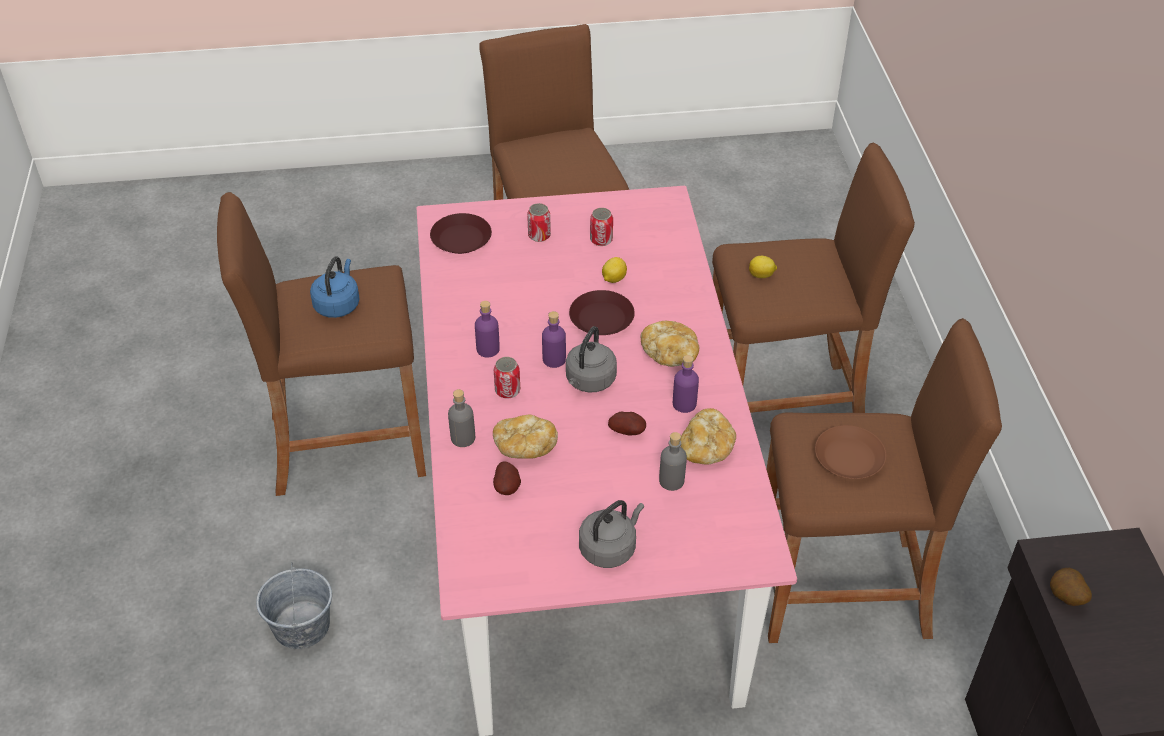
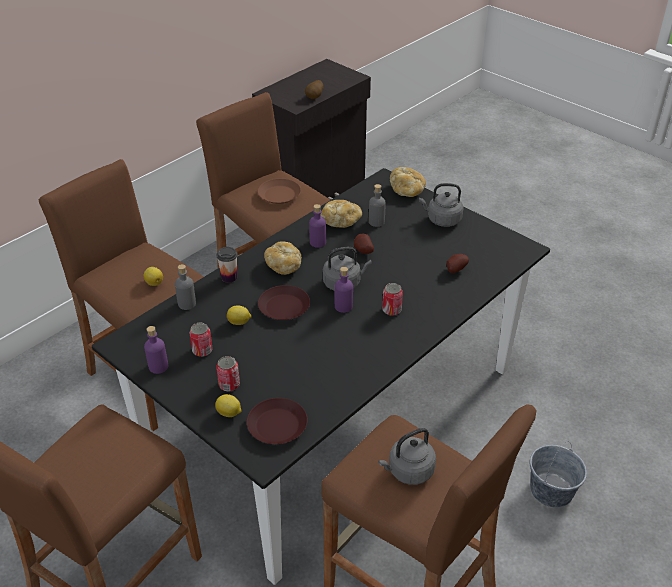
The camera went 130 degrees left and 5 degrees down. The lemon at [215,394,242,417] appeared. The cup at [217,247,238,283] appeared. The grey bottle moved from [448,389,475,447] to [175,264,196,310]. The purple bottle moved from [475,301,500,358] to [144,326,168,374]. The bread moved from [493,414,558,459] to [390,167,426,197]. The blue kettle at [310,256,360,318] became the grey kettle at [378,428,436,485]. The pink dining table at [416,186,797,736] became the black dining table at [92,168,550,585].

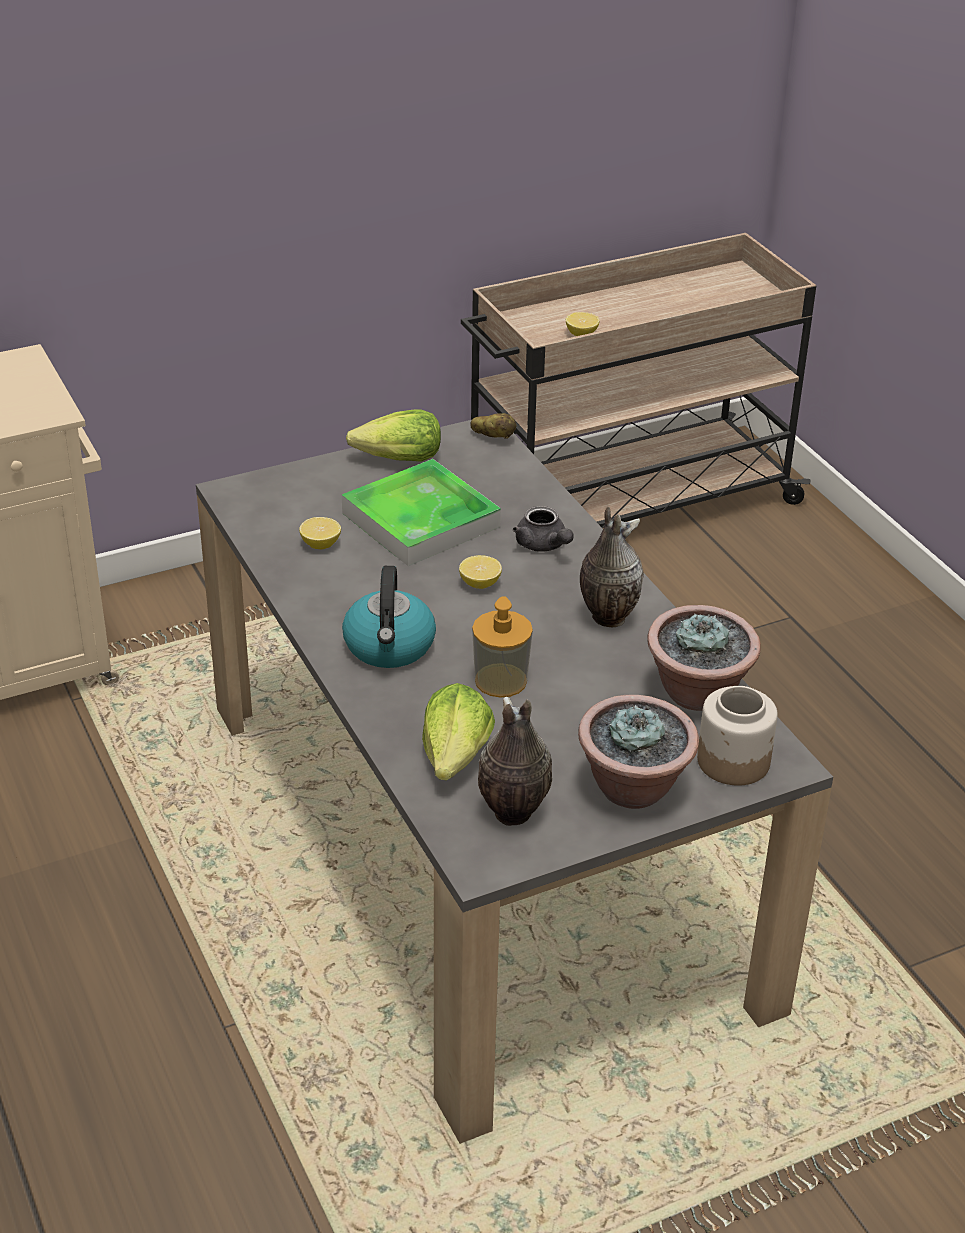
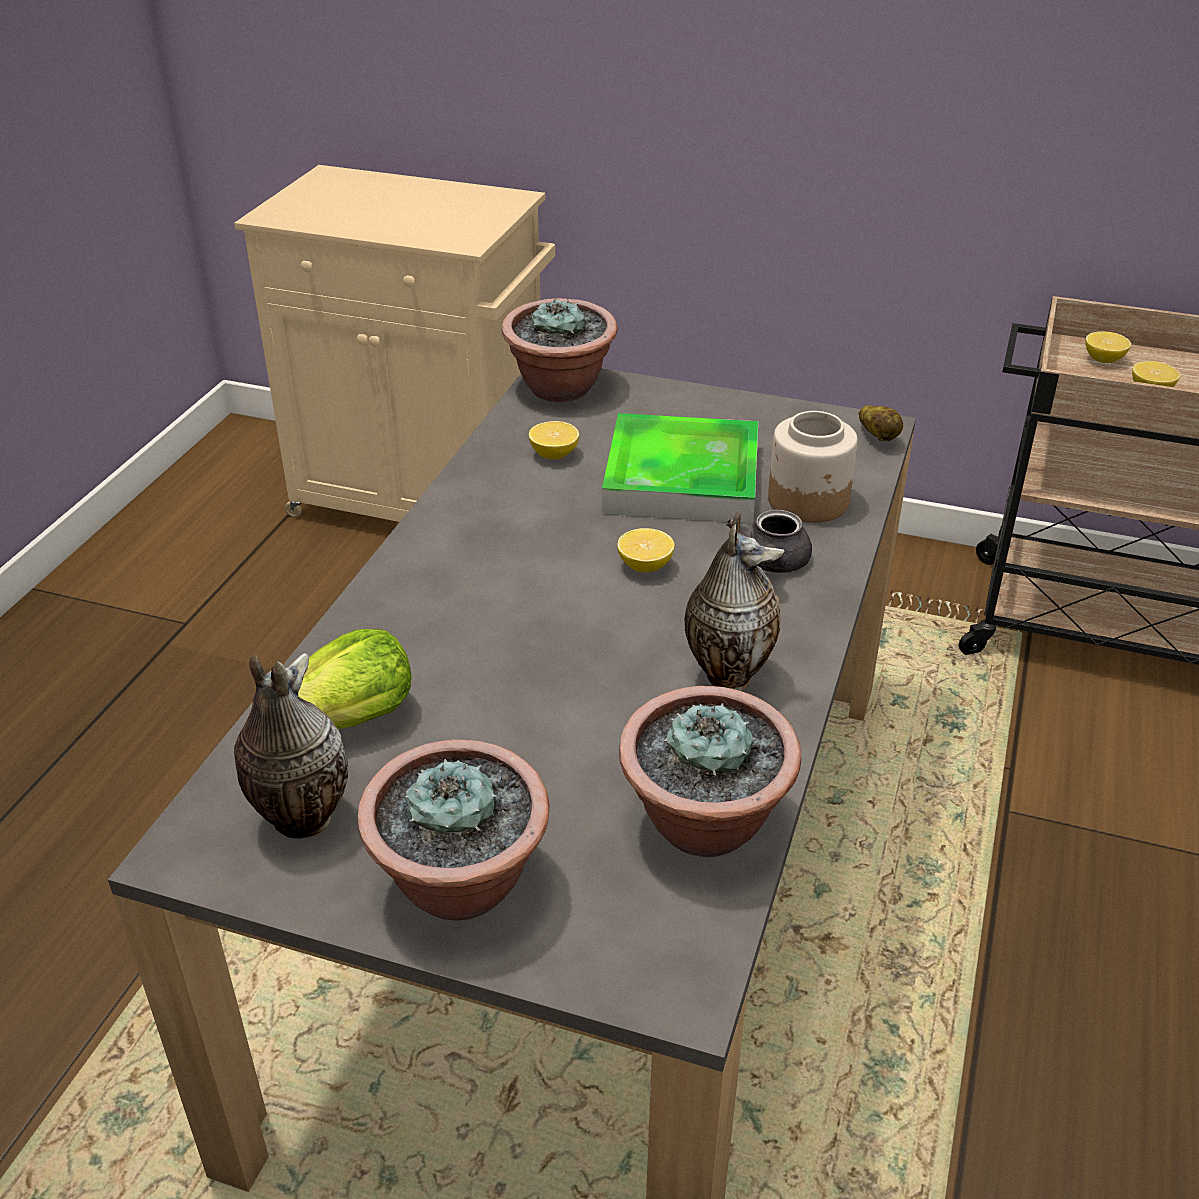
The camera went 45 degrees right and 0 degrees up. The kettle at [342,566,436,668] disappeared. The lettuce at [346,409,441,462] disappeared. The soap dispenser at [472,596,533,698] disappeared. The potted plant at [502,298,618,402] appeared. The lemon at [1085,331,1131,363] appeared. The jar moved from [697,686,778,786] to [768,411,858,523].

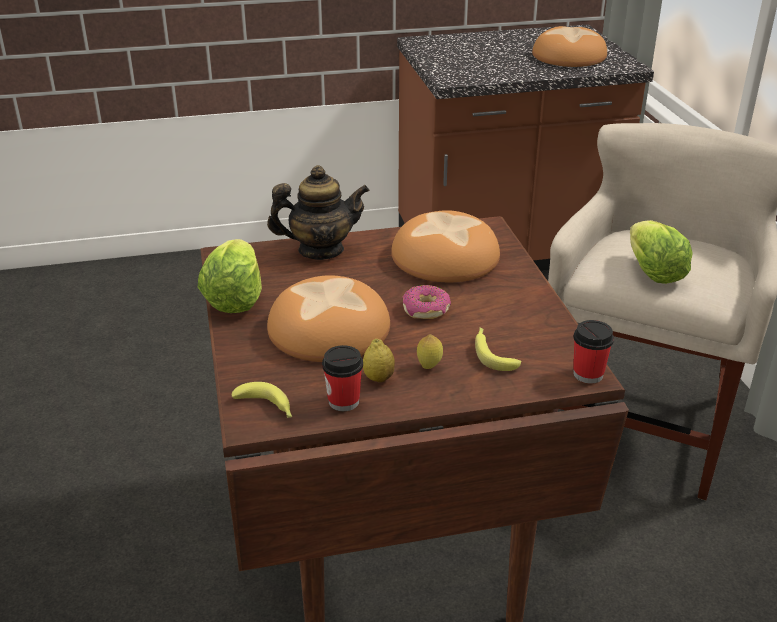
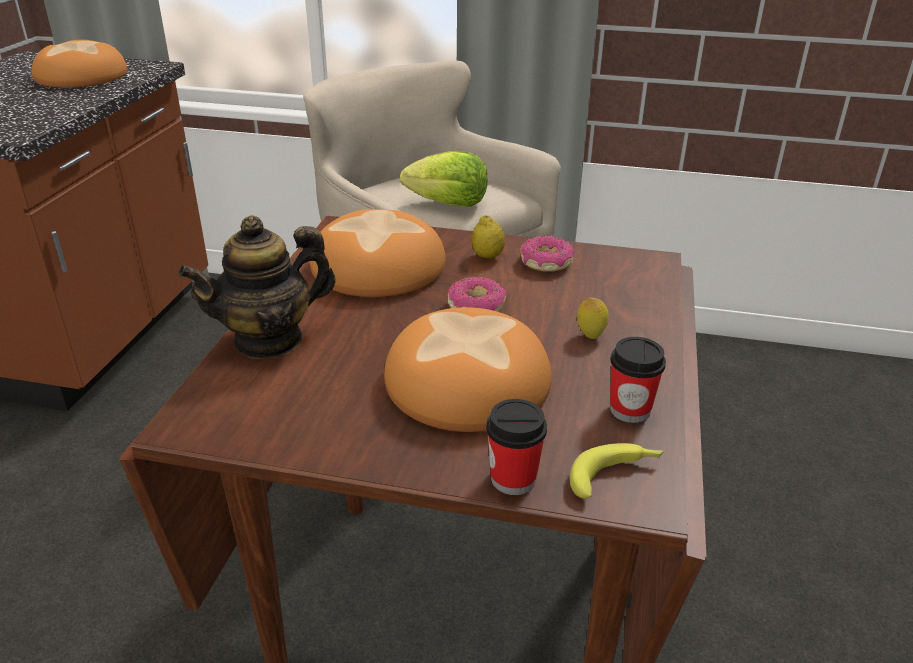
The camera went 65 degrees left and 0 degrees up. The lettuce at [198,239,262,313] disappeared. The banana at [475,327,522,371] disappeared. The donut at [520,236,574,272] appeared. The lemon moved from [363,339,395,382] to [472,215,505,259]. The cup moved from [573,320,614,384] to [486,399,547,495]. The teapot at [267,165,369,260] turned 135 degrees counterclockwise.

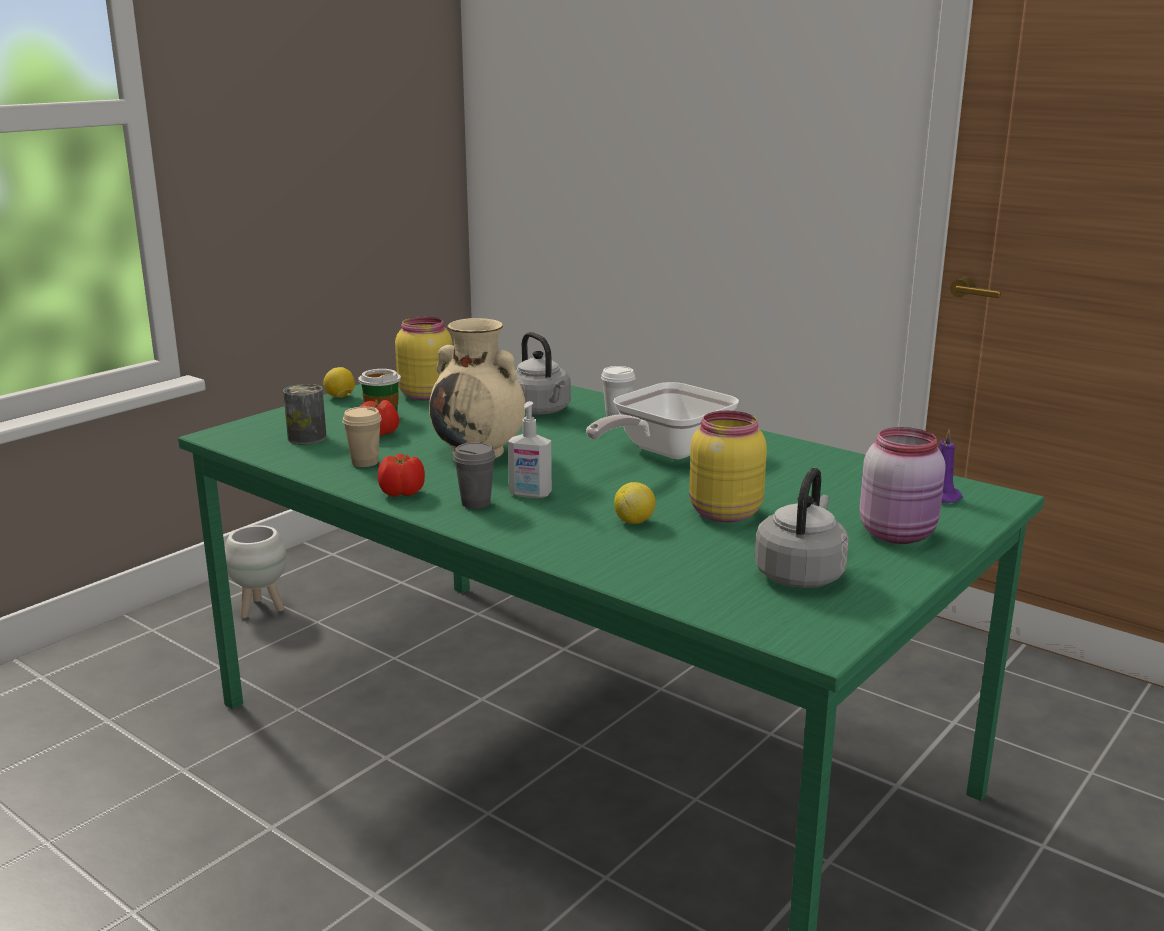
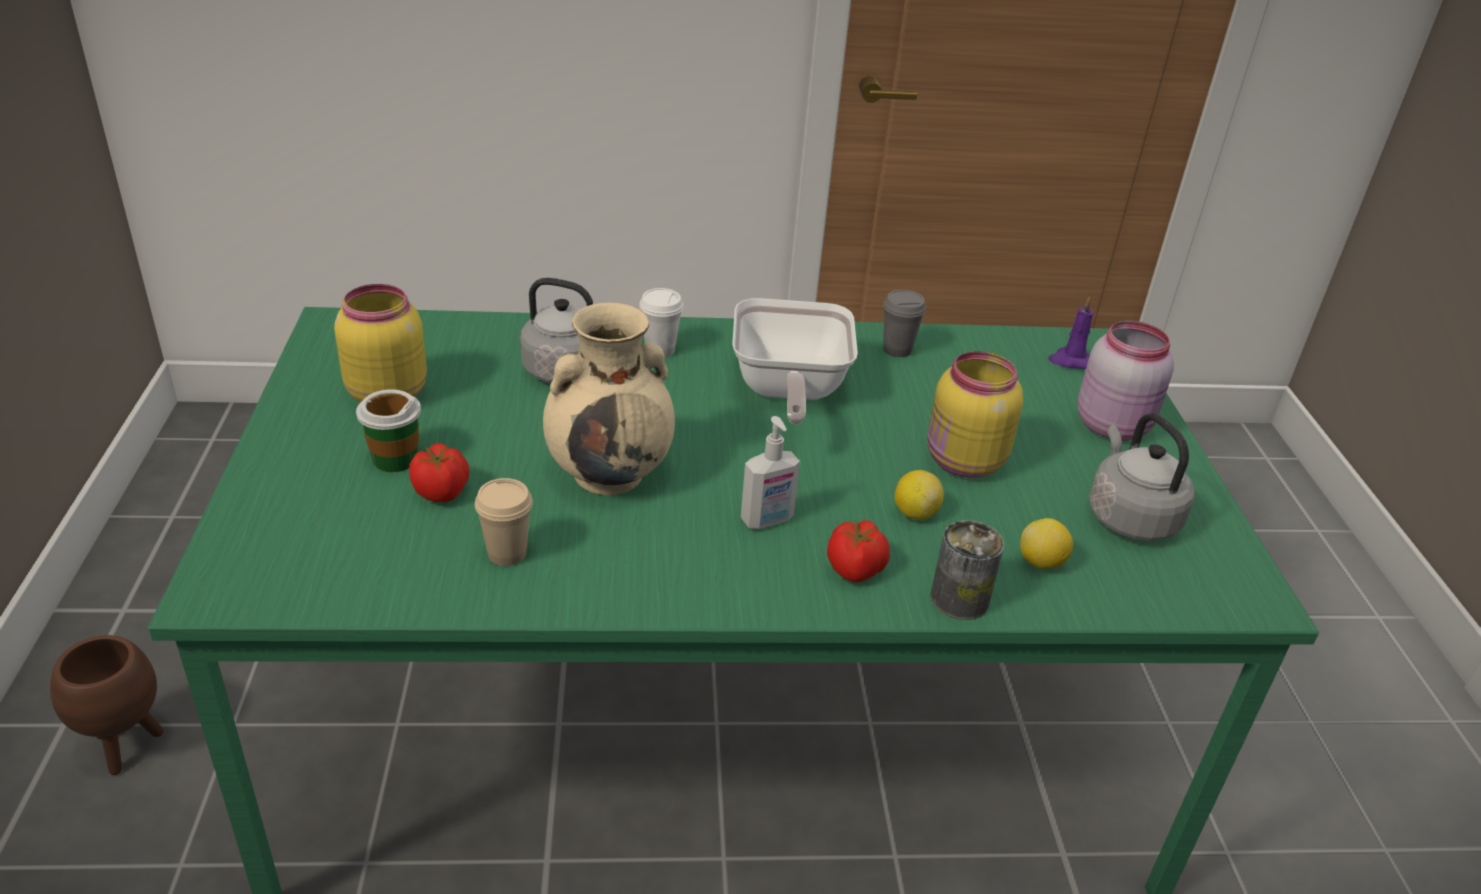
The camera went 45 degrees left and 15 degrees up. The can moved from [283,384,327,444] to [931,520,1004,620]. The lemon moved from [323,367,355,398] to [1020,518,1073,569]. The tomato moved from [378,454,425,497] to [827,519,890,582]. The grey cup moved from [453,442,496,509] to [883,290,926,357]. The white planter at [225,525,287,618] became the brown planter at [50,635,164,775].

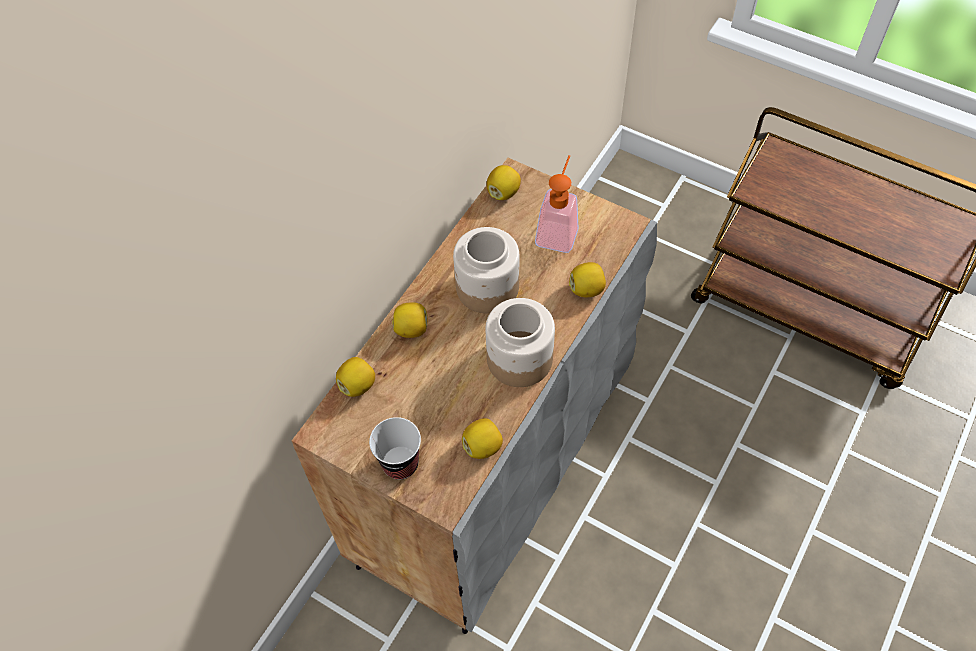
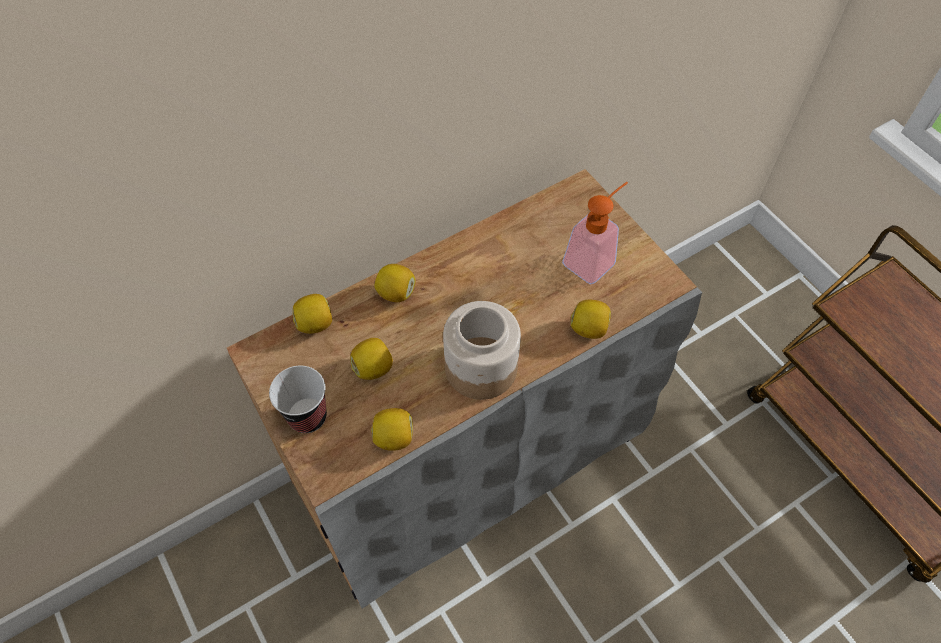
The camera went 25 degrees right and 0 degrees up. The jar at [453,227,519,314] disappeared. The lemon moved from [487,165,521,200] to [350,338,393,380].

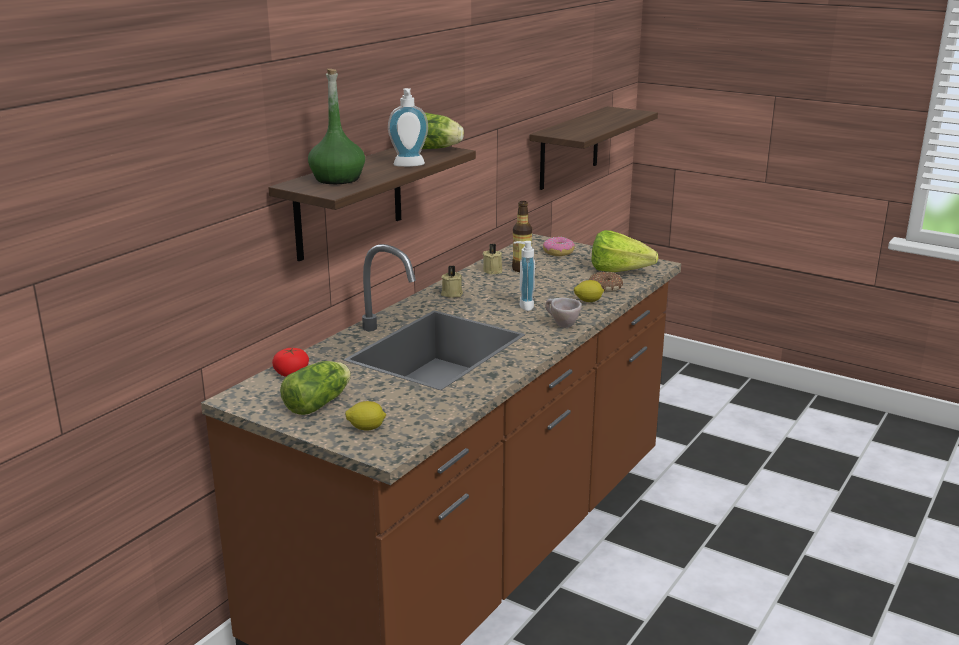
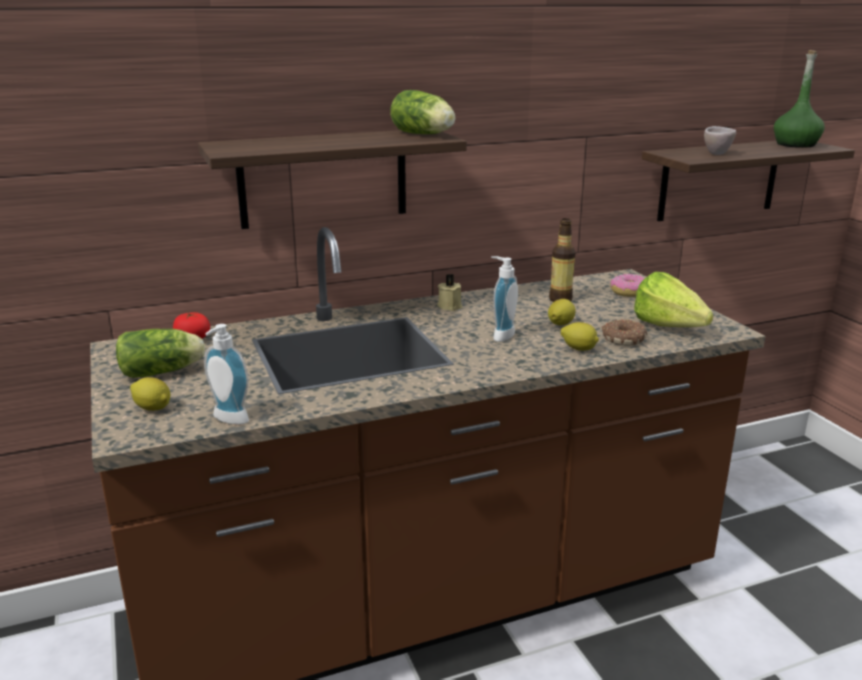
The camera went 35 degrees right and 0 degrees up. The beige candle at [483,244,502,274] disappeared. The lemon at [548,299,575,325] appeared. The green bottle moved from [308,69,365,184] to [774,50,825,148]. The soap dispenser moved from [388,88,428,167] to [204,324,249,424]. The beige cup moved from [545,298,582,328] to [704,126,736,155].

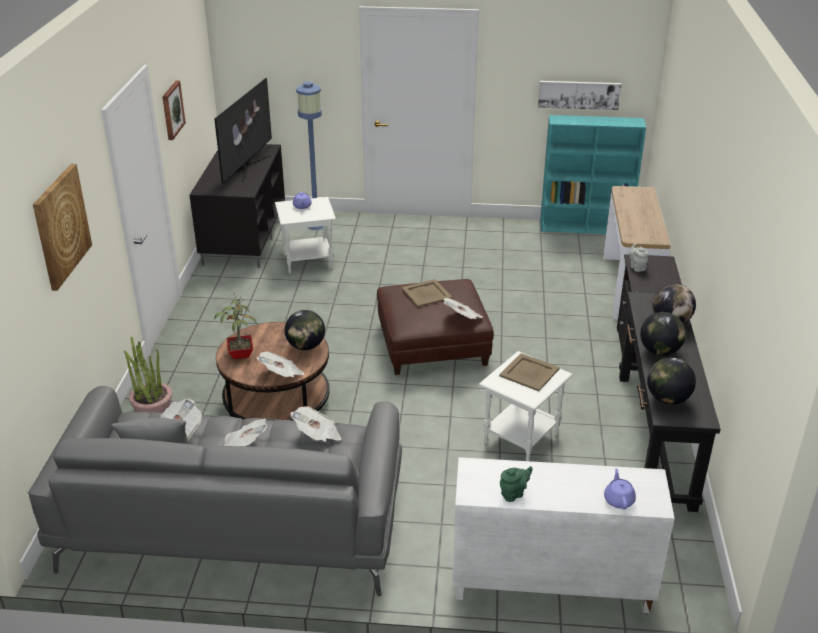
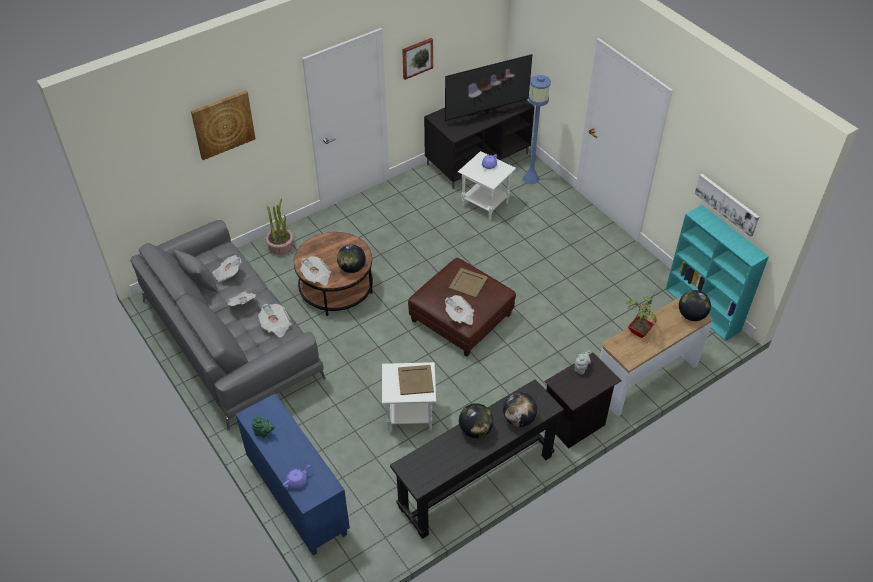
The camera went 50 degrees right and 15 degrees up. The potted plant moved from [214,293,257,359] to [627,296,657,338]. The globe moved from [647,357,696,404] to [679,290,711,321]. The white cabinet at [452,457,675,613] became the blue cabinet at [236,394,350,555].

